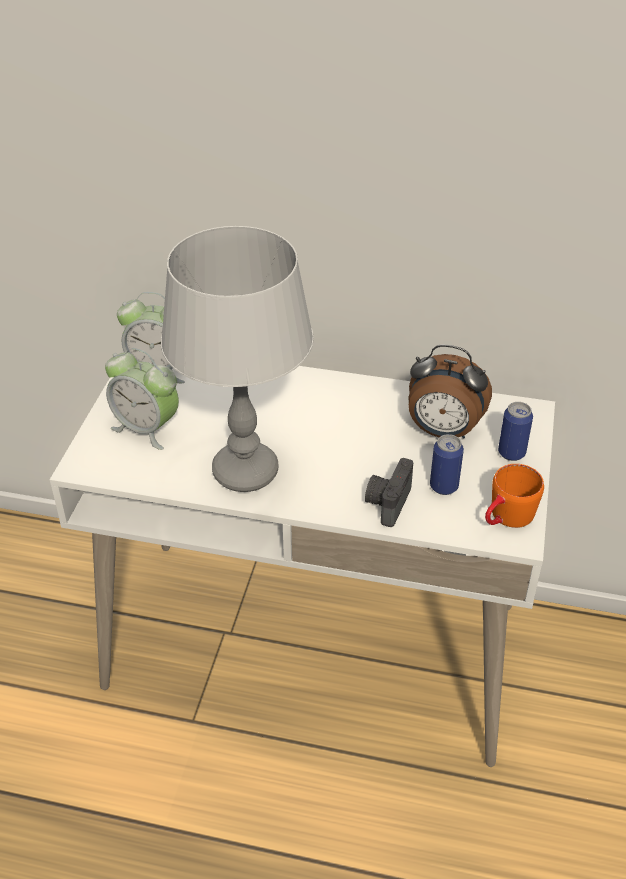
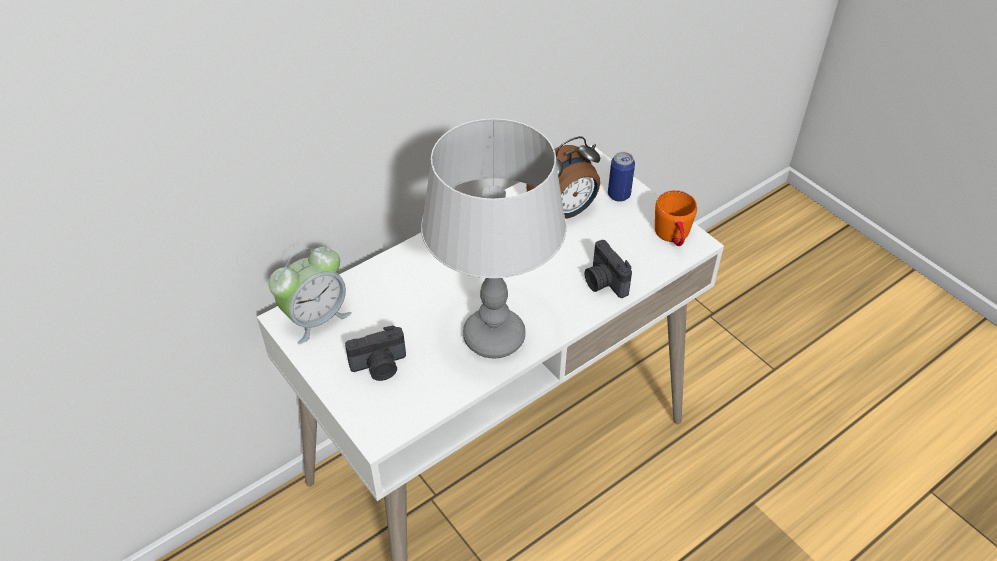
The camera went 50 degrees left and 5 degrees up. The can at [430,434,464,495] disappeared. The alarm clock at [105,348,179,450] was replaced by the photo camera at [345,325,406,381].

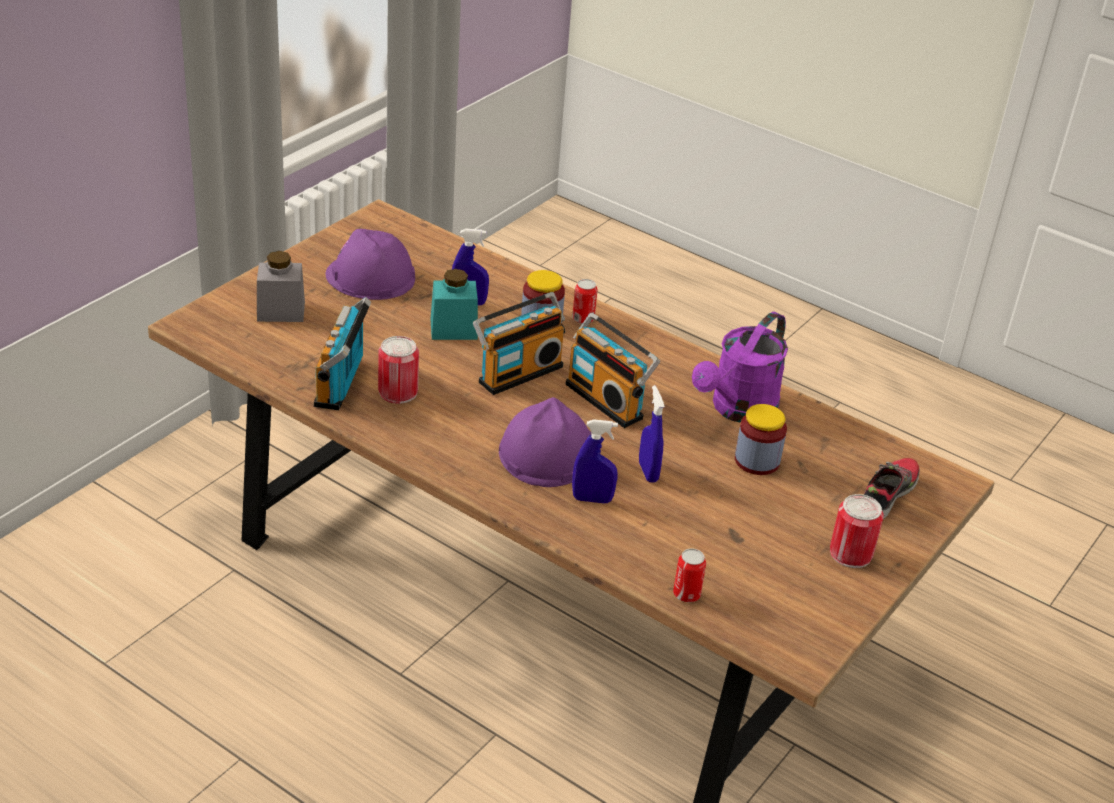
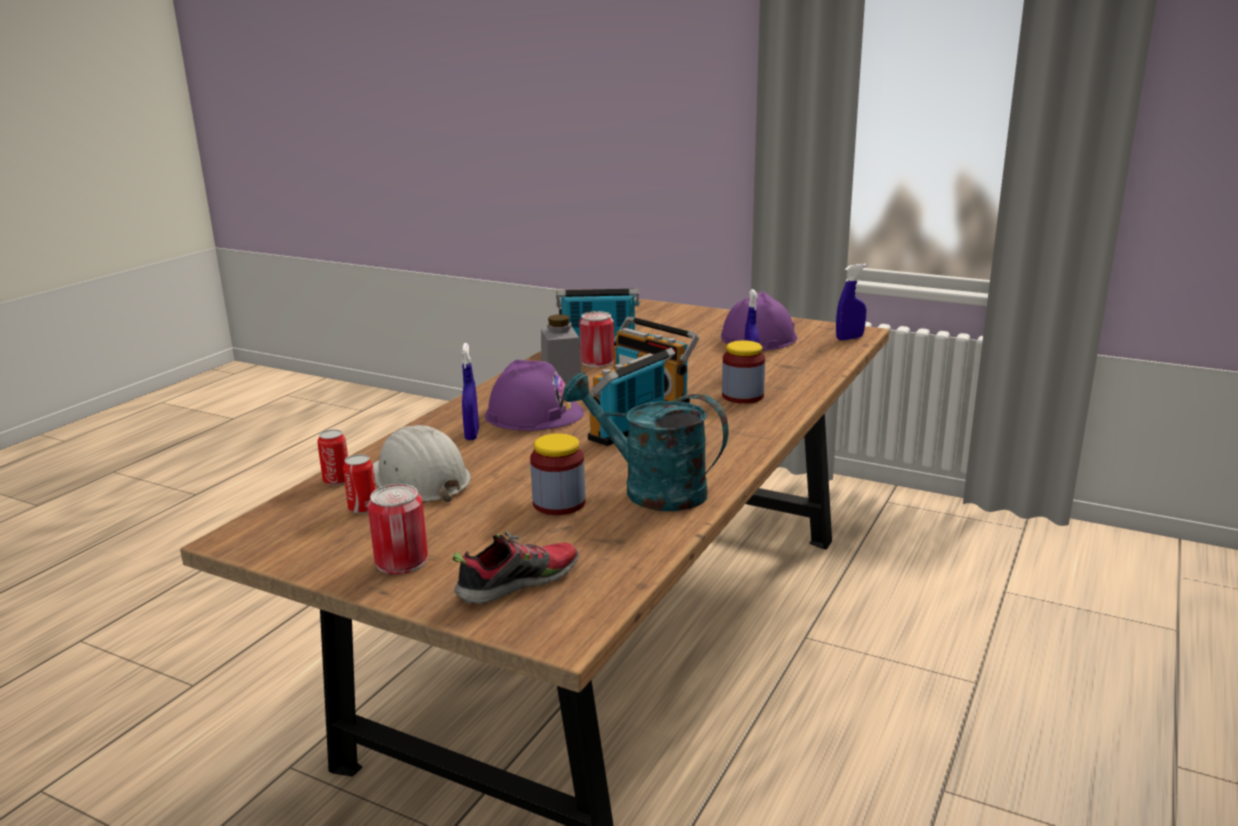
The camera went 85 degrees right and 15 degrees down. The turquoise jar at [430,269,478,340] disappeared. The white hard hat at [373,425,471,502] appeared. The grey jar moved from [257,251,305,322] to [541,314,582,383]. The can moved from [572,279,597,324] to [343,454,376,514]. The blue spray bottle moved from [639,385,665,483] to [836,264,867,340]. The purple watering can at [692,312,788,423] became the turquoise watering can at [562,373,728,511]. The shoe at [864,458,920,519] turned 60 degrees counterclockwise.

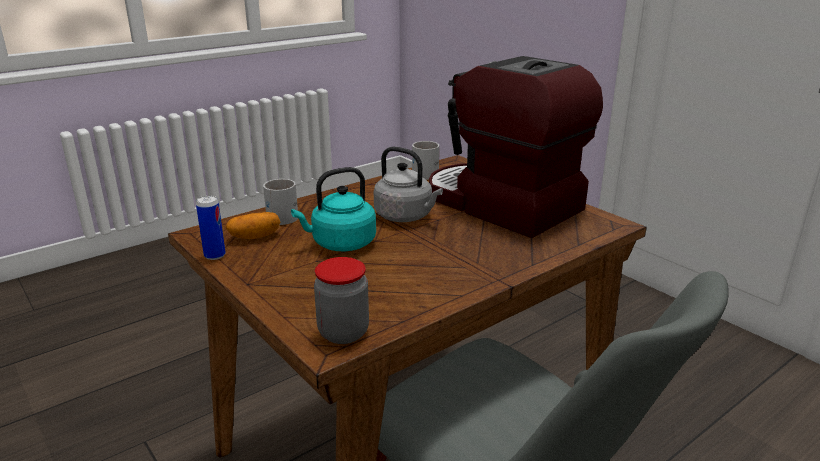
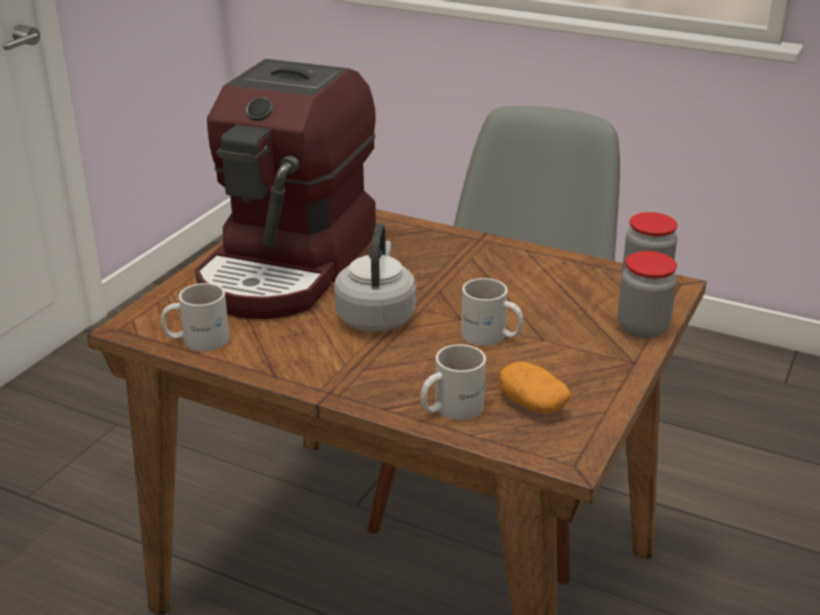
The camera went 115 degrees left and 5 degrees up. The can at [196,196,226,260] disappeared. The jar at [618,251,677,339] appeared. The turquoise kettle at [291,167,376,251] was replaced by the white mug at [461,278,523,346].

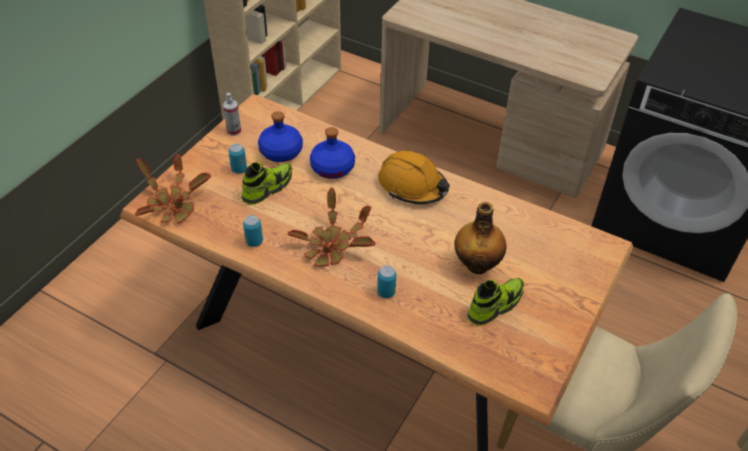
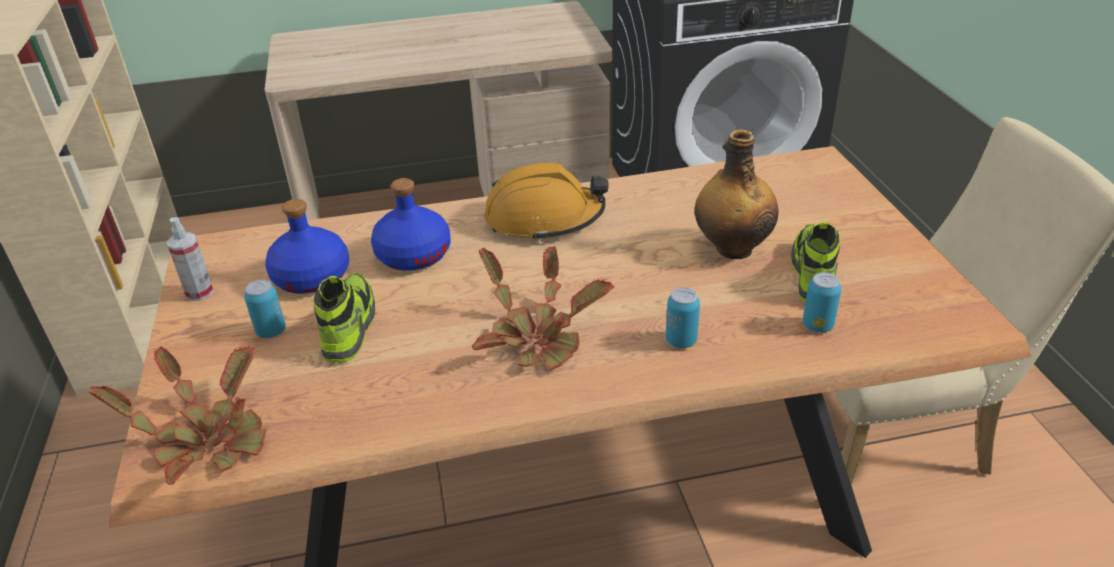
The camera went 40 degrees left and 10 degrees down. The can moved from [243,215,263,247] to [803,272,842,332].

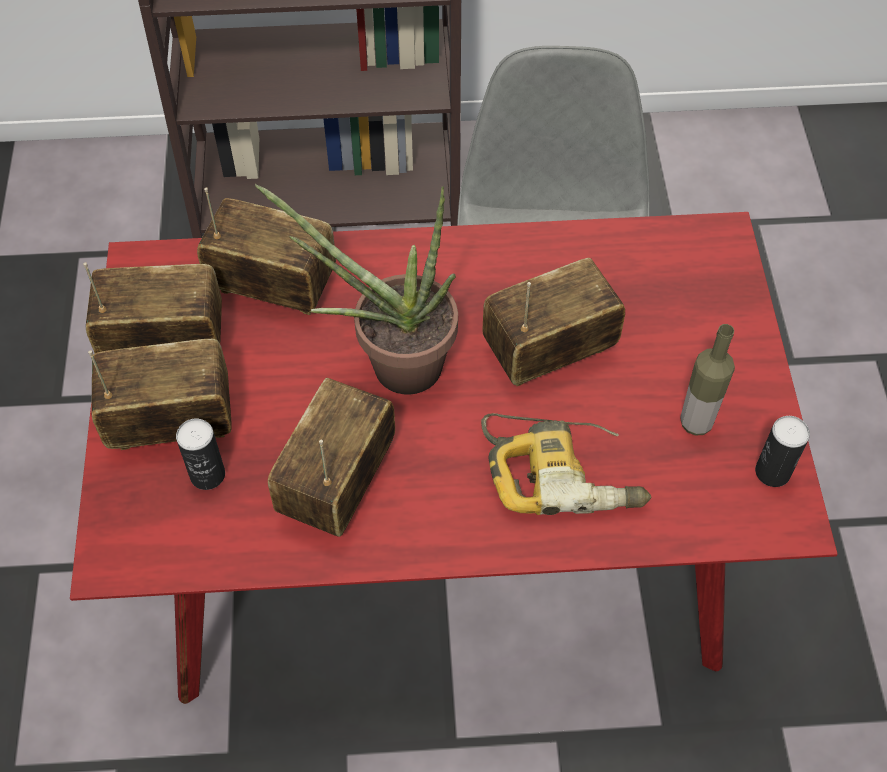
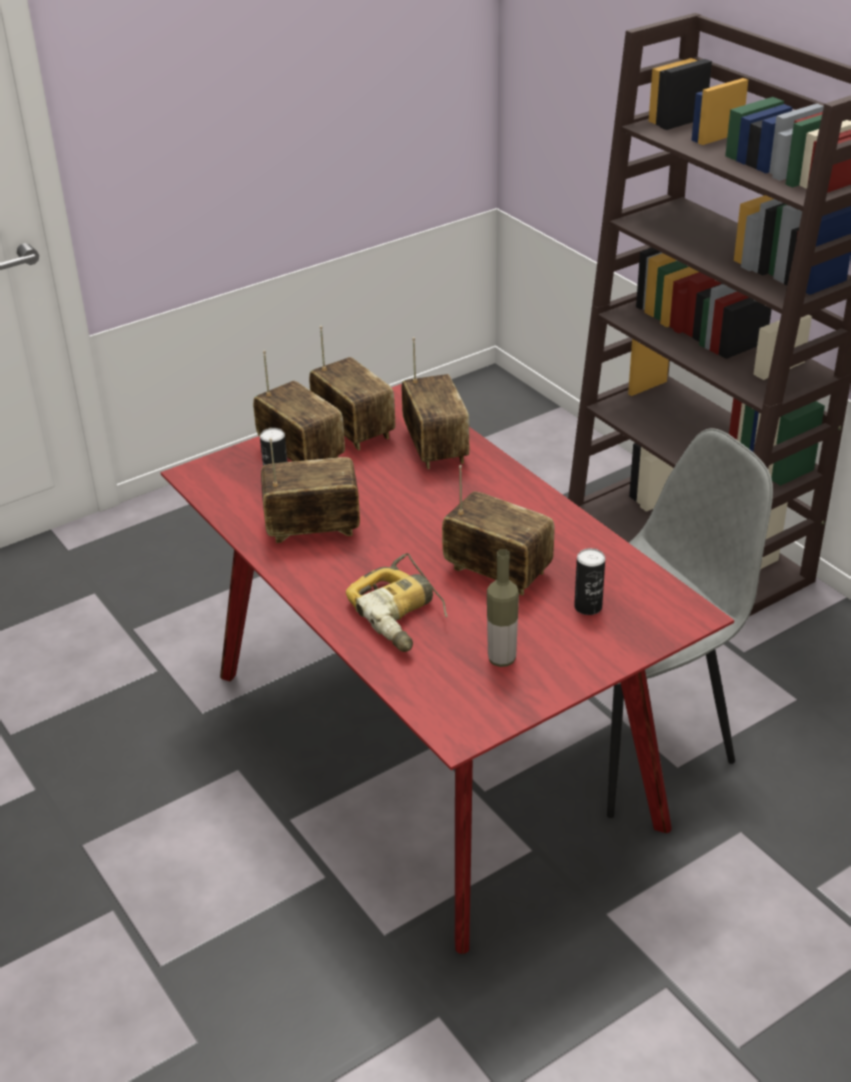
The camera went 60 degrees right and 20 degrees down. The potted plant at [255,184,458,395] disappeared. The can moved from [755,416,810,487] to [574,548,605,615].

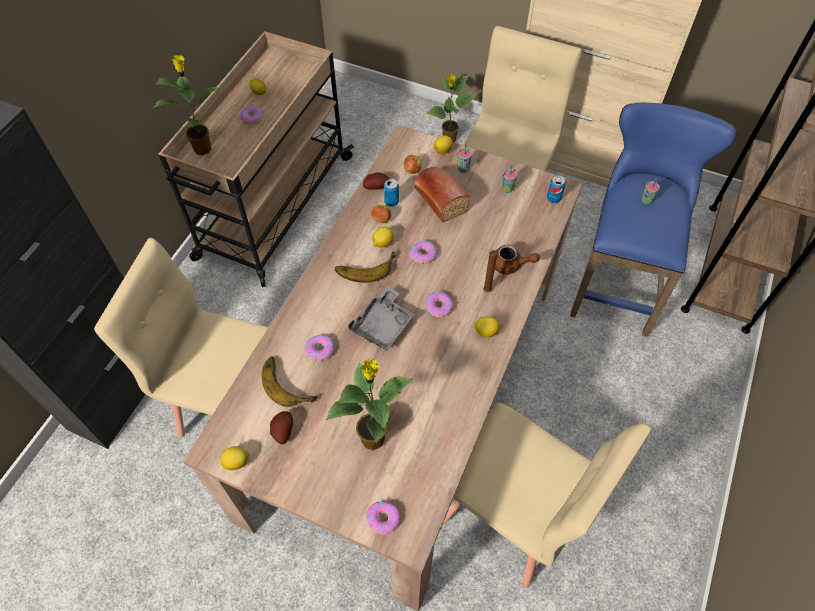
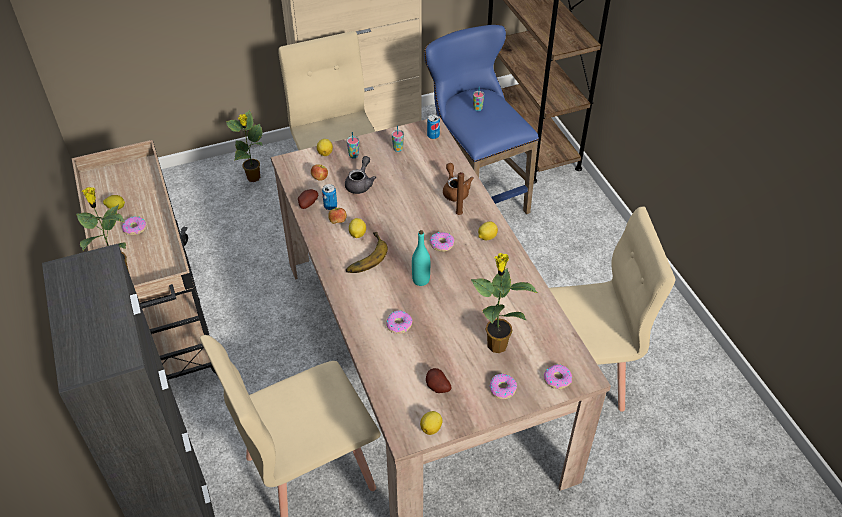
The camera went 45 degrees left and 10 degrees down. The banana at [262,356,317,407] disappeared. The donut moved from [410,241,437,264] to [489,374,517,399]. The grey tray at [348,286,415,351] was replaced by the turquoise bottle at [412,230,430,286]. The bread at [414,167,470,222] was replaced by the grey teapot at [345,156,376,194]. The brown teapot at [495,245,540,275] turned 75 degrees counterclockwise.

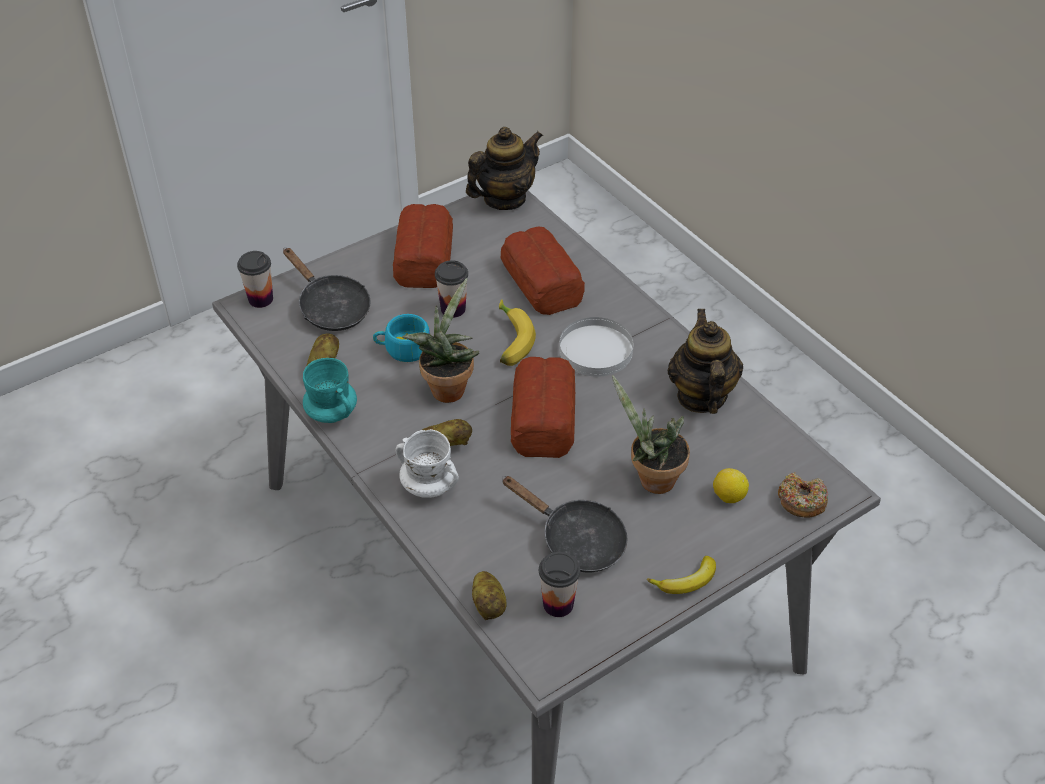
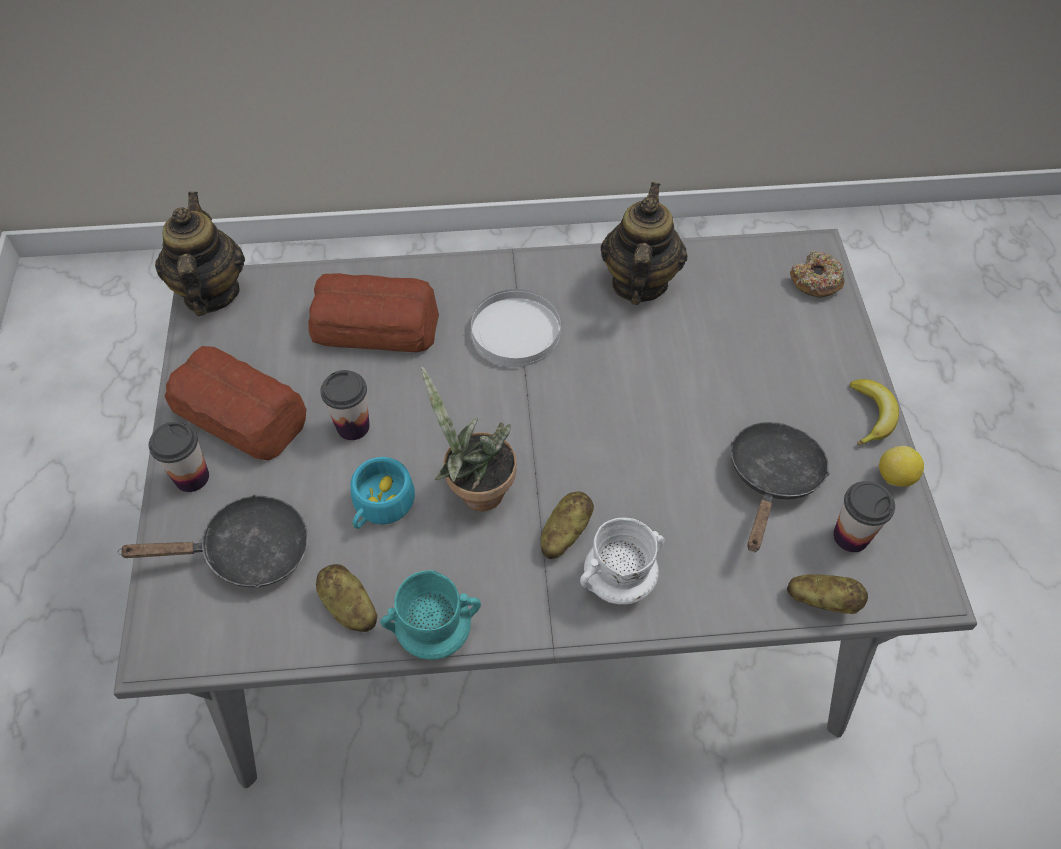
The camera went 60 degrees left and 10 degrees up. The banana at [499,299,536,366] disappeared. The bread at [511,357,575,458] disappeared. The potted plant at [612,375,690,494] disappeared. The cup moved from [237,251,273,308] to [149,421,209,492]. The lemon moved from [713,468,749,503] to [879,446,924,487]. The black frying pan at [502,476,628,573] turned 45 degrees counterclockwise. The teapot at [668,309,743,414] turned 75 degrees clockwise.

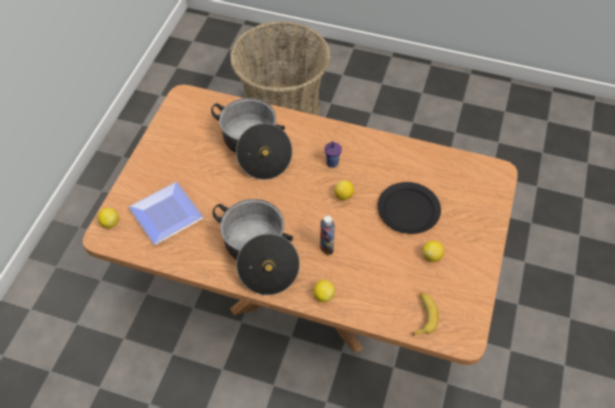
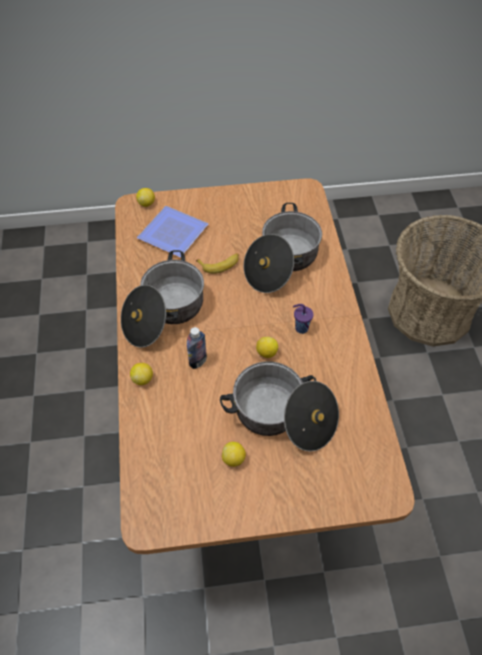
The camera went 65 degrees right and 0 degrees up. The banana moved from [413,292,439,336] to [196,253,239,274]. The black plate at [378,182,441,234] was replaced by the cooking pot at [220,361,339,451].

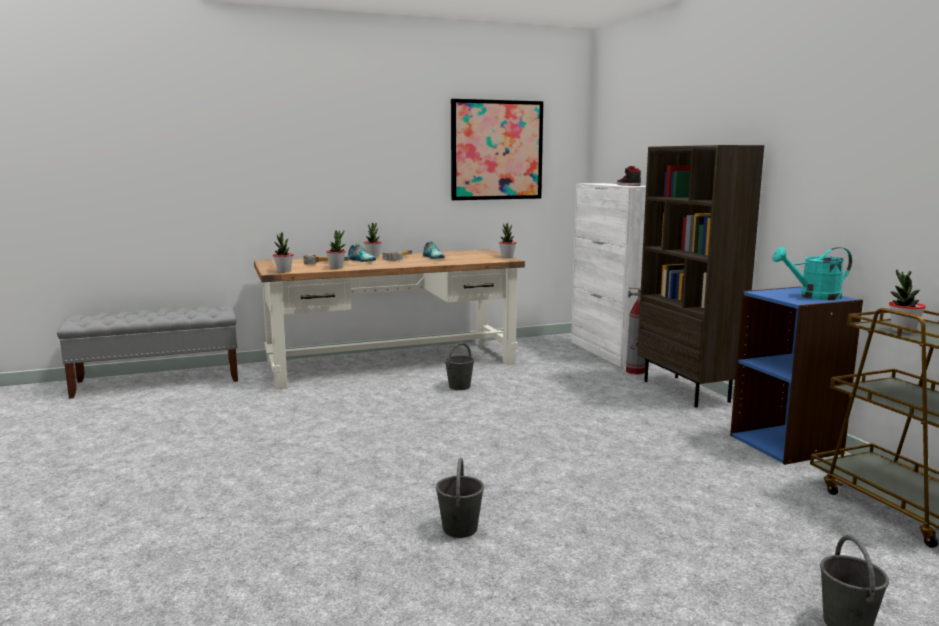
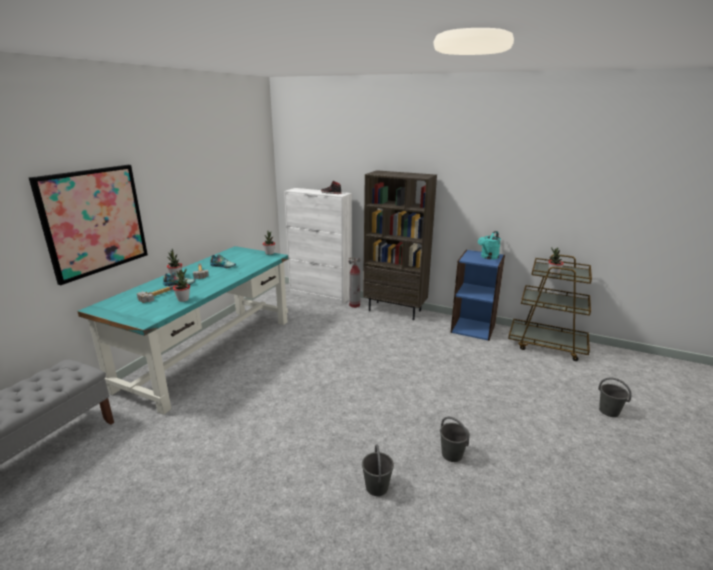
The camera went 45 degrees left and 10 degrees up. The potted plant at [273,232,294,273] disappeared. The grey bucket moved from [445,343,474,390] to [362,444,394,496]. The picture moved from [451,99,543,200] to [29,165,148,285]. The brown desk at [254,249,525,389] became the turquoise desk at [77,246,288,415].

